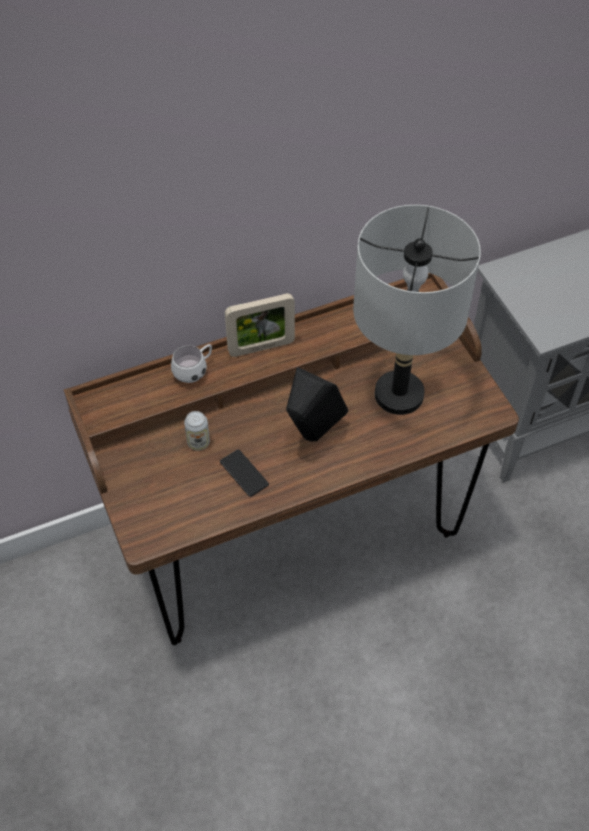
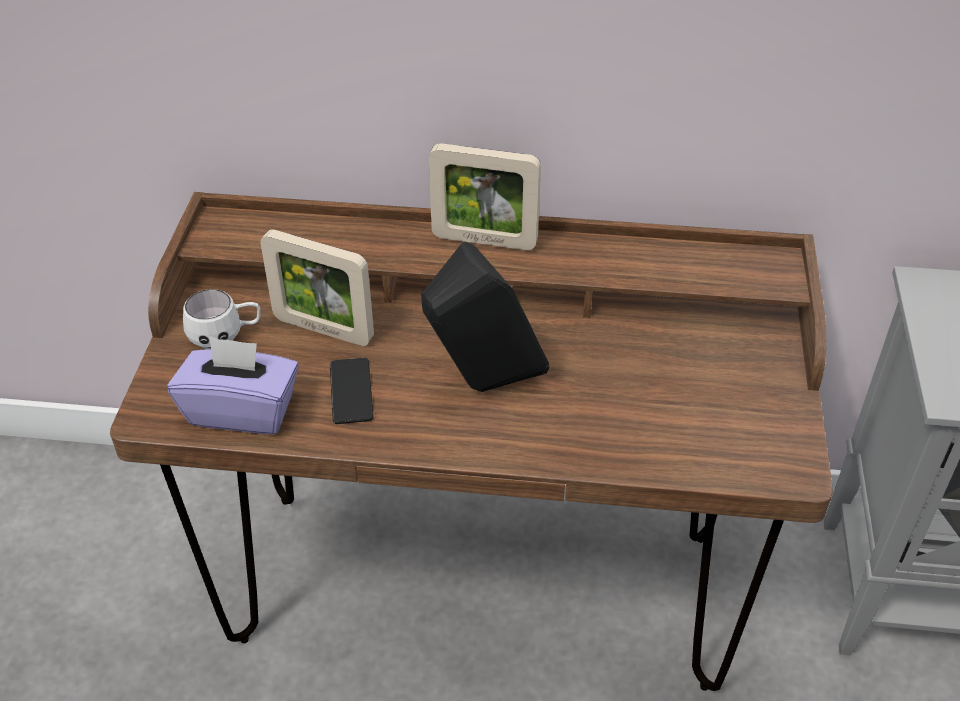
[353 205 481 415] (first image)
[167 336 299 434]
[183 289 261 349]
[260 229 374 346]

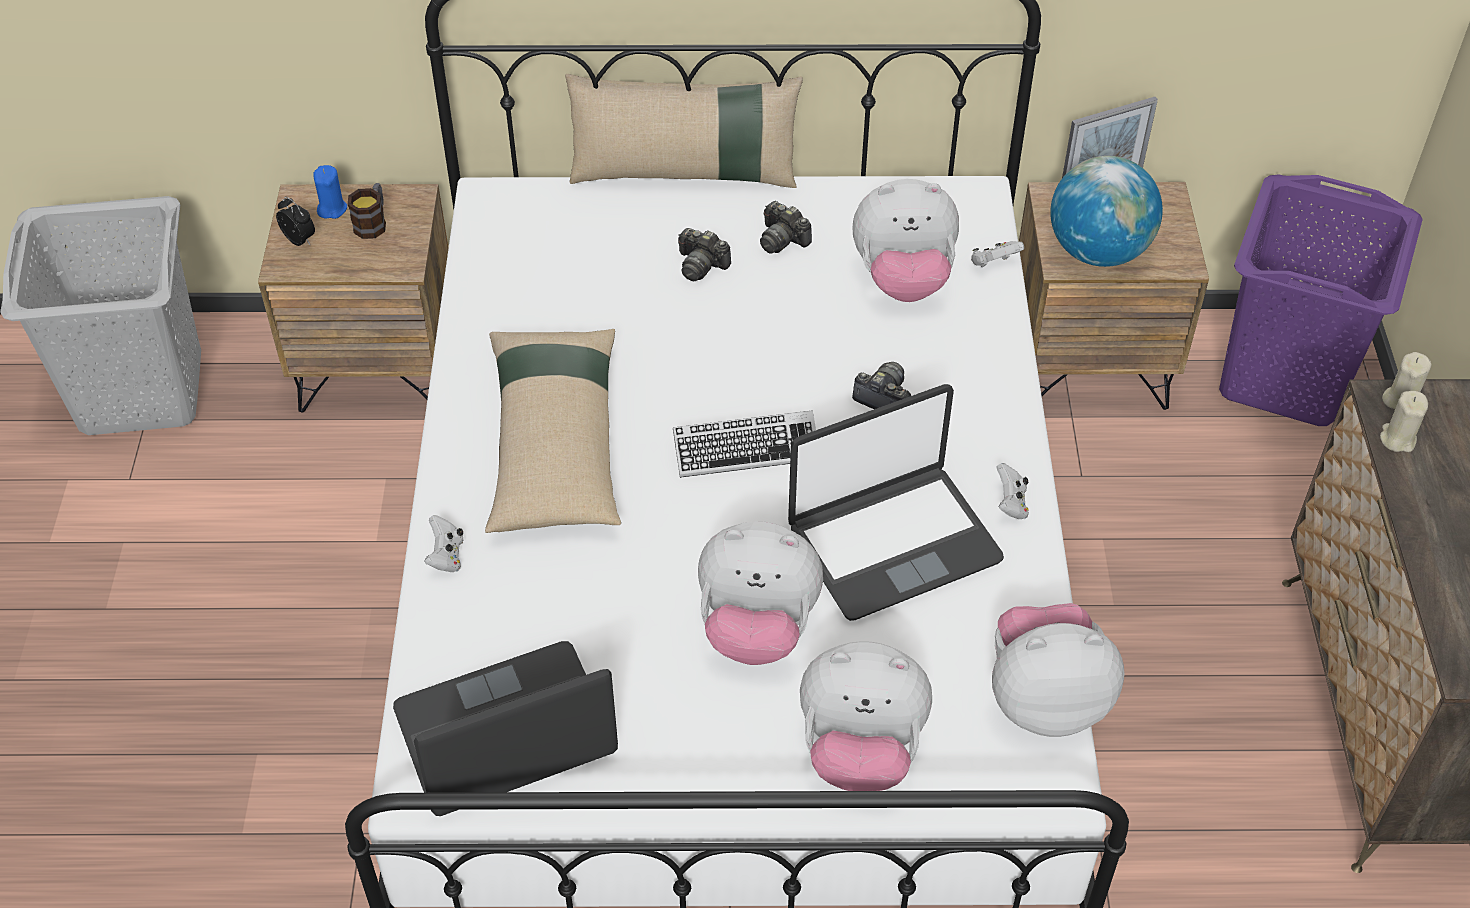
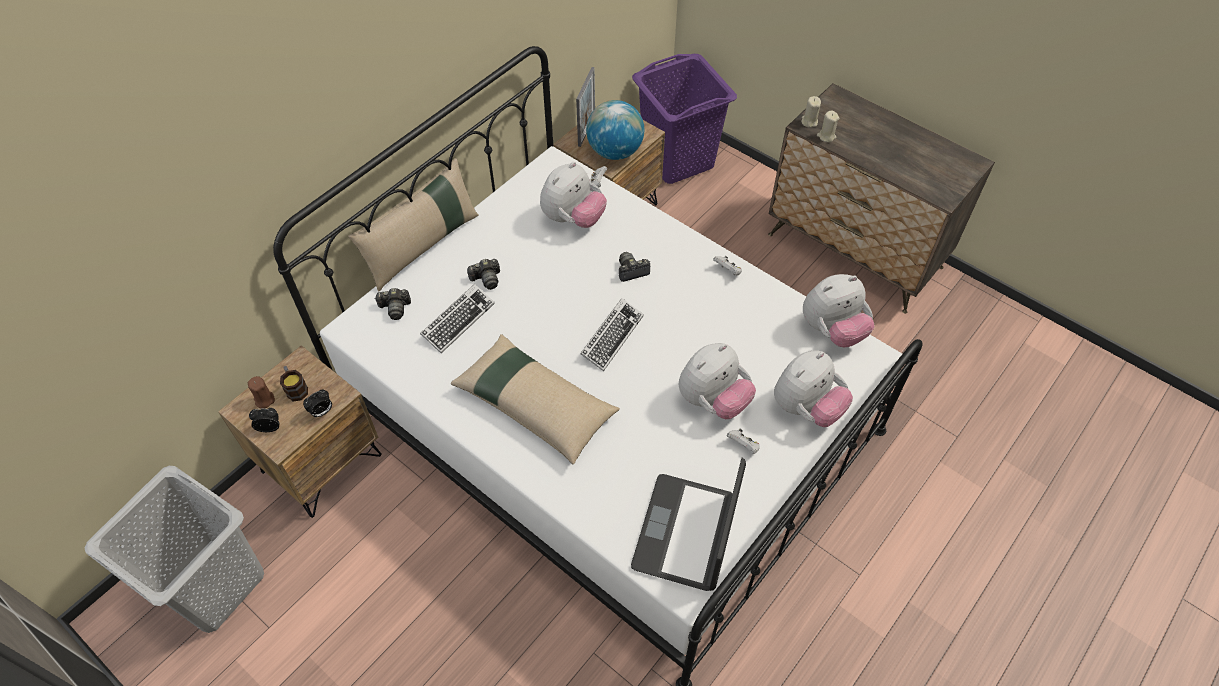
[788 384 1004 621] (first image)
[303 390 332 417]
[420 284 495 353]
[727 429 760 454]
[375 288 411 320]
[248 376 275 409]
[803 274 874 347]

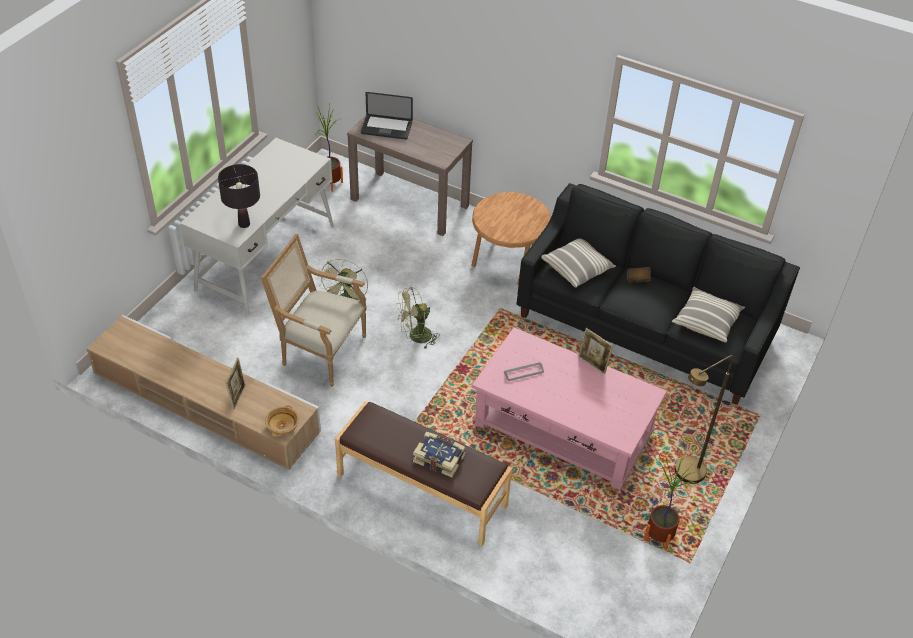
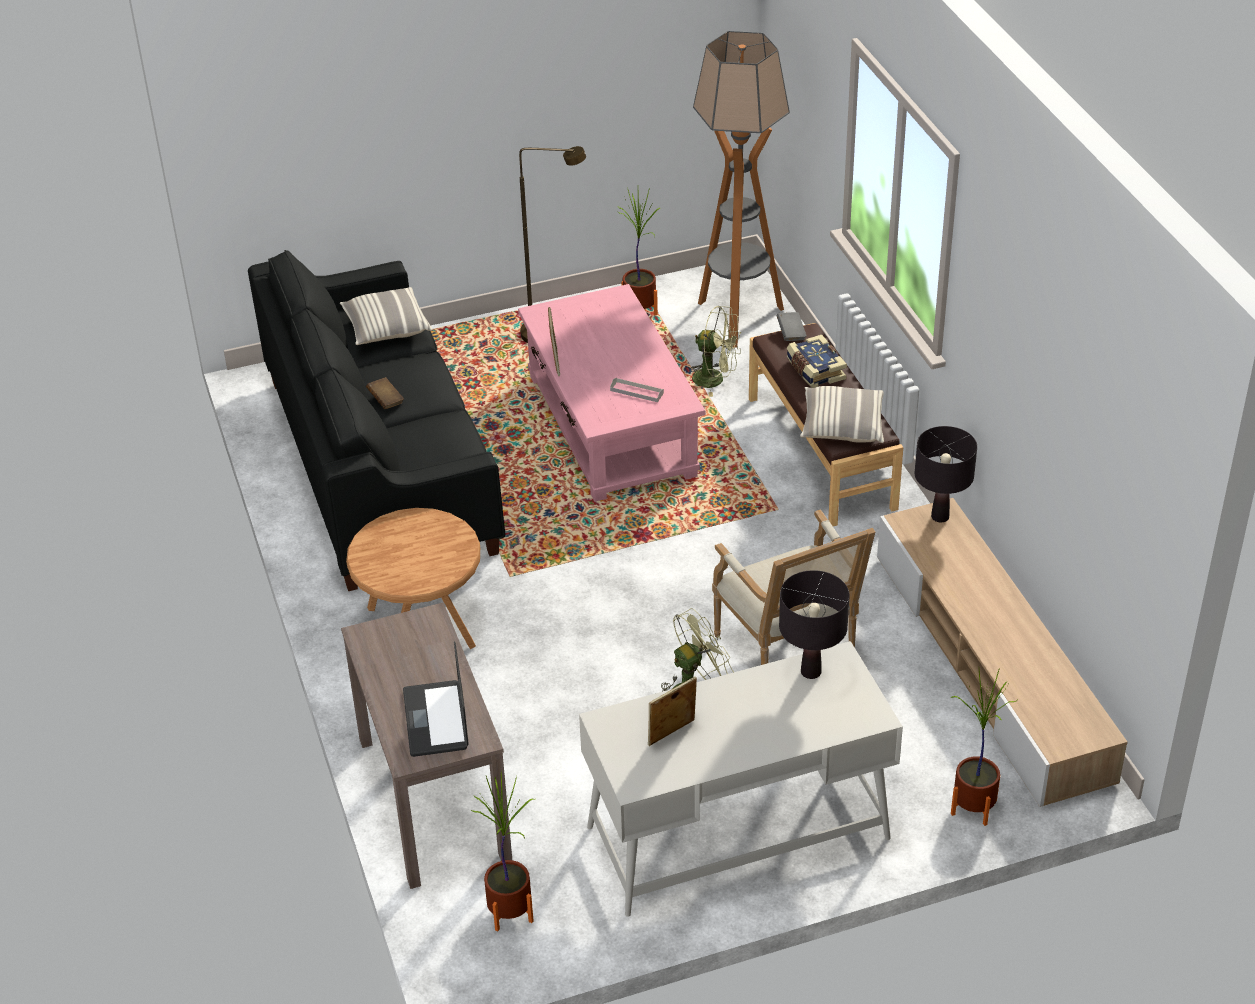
[693 31 790 348]
[776 312 807 341]
[950 670 1016 826]
[648 676 697 746]
[691 306 741 397]
[800 386 884 443]
[915 426 977 523]
[403 641 468 757]

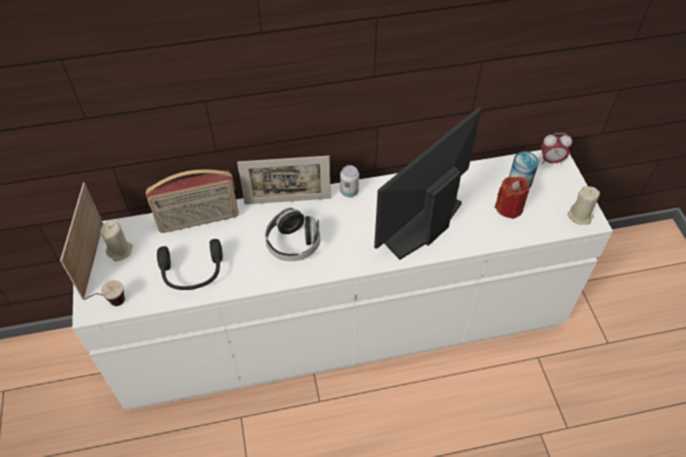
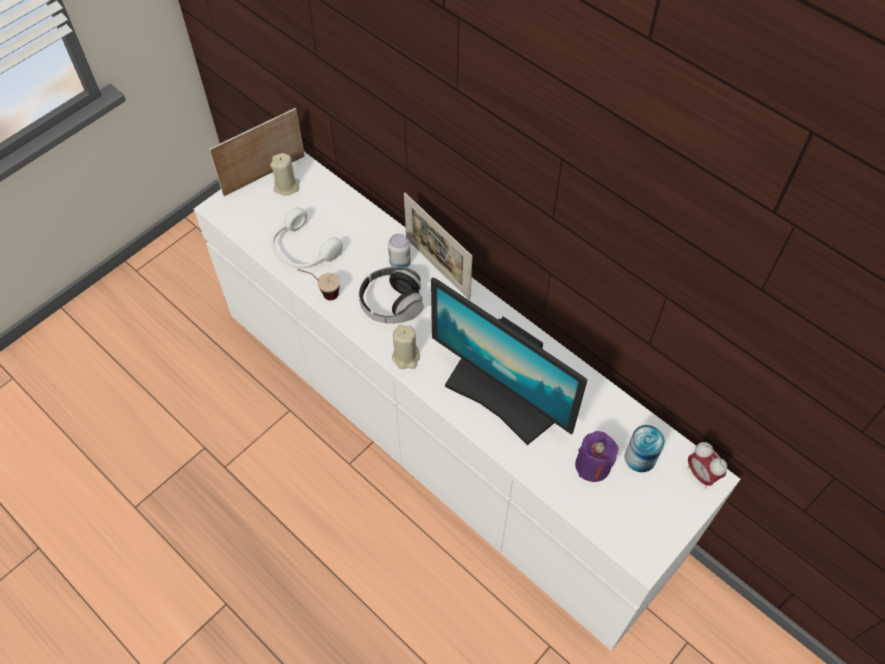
[146 169 239 233] (first image)
[297 269 340 300]
[388 234 411 267]
[392 325 420 369]
[271 208 343 268]
[575 431 618 482]
[431 278 587 445]

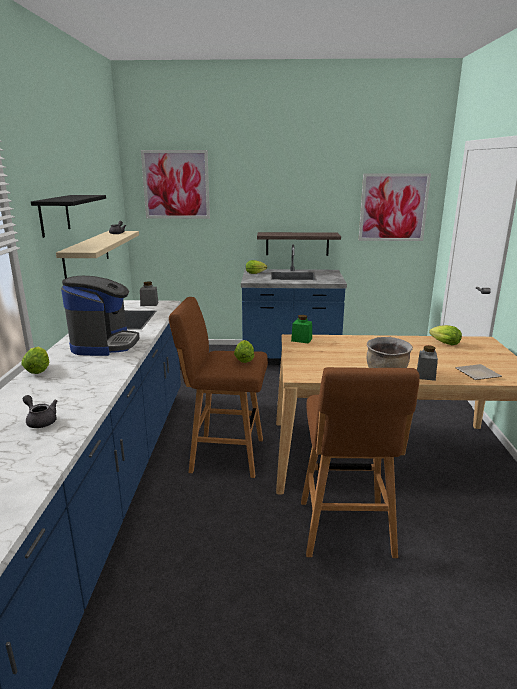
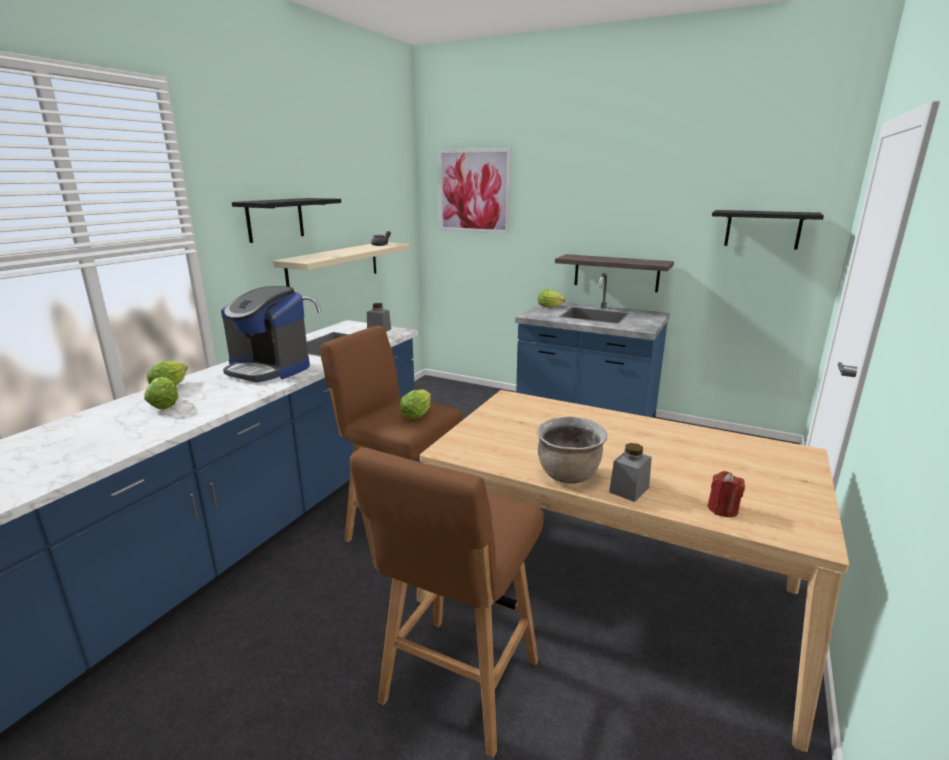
[23 395 57 428] (first image)
[291 315 312 344] (first image)
[144 377 178 409]
[712 210 824 249]
[708 471 745 517]
[221 286 310 382]

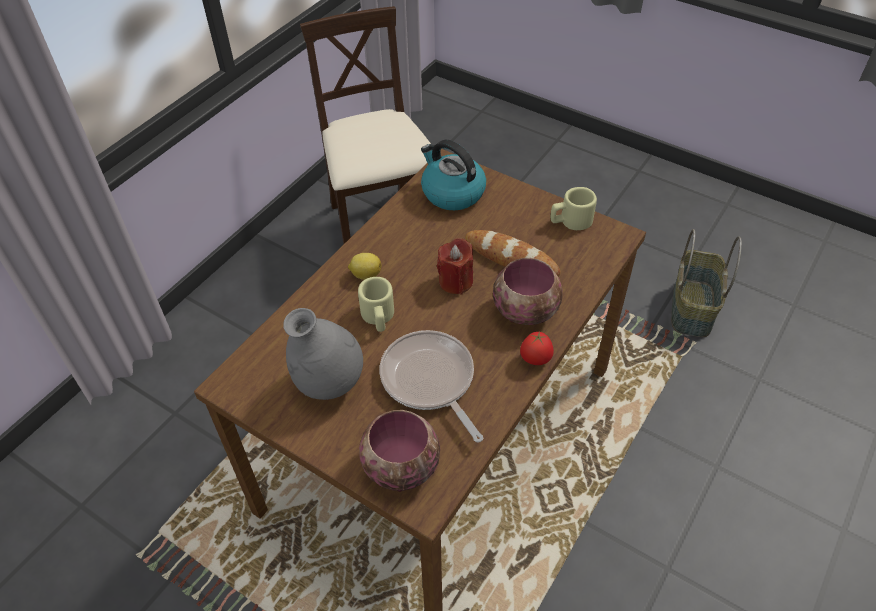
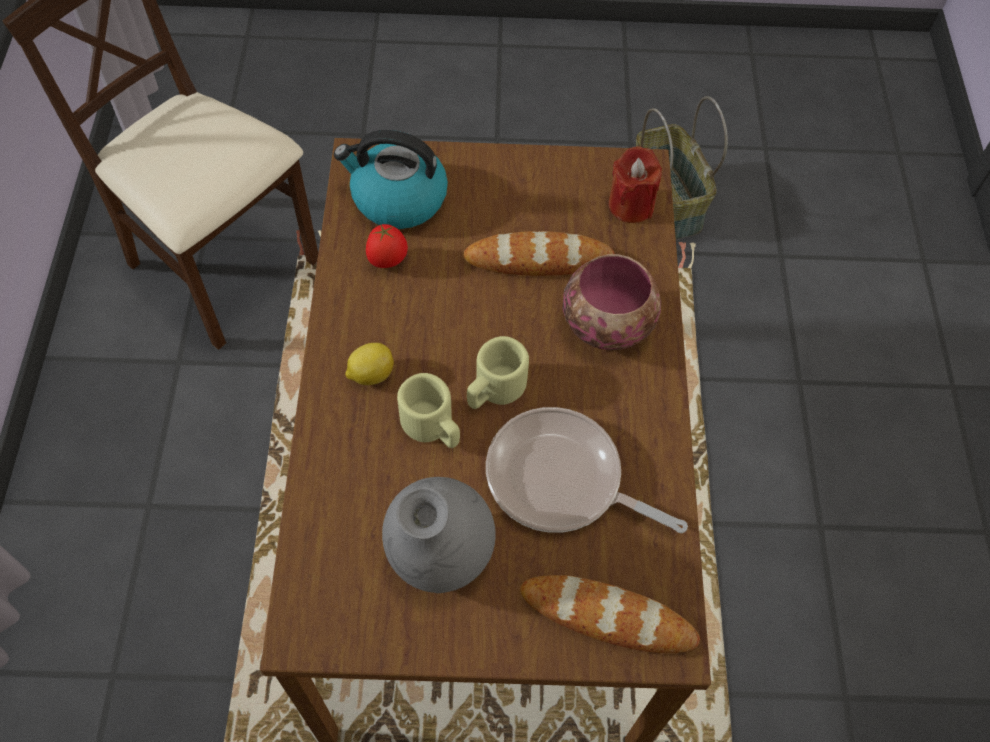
[609 146 662 223]
[366 224 408 268]
[467 336 529 409]
[520 575 700 653]

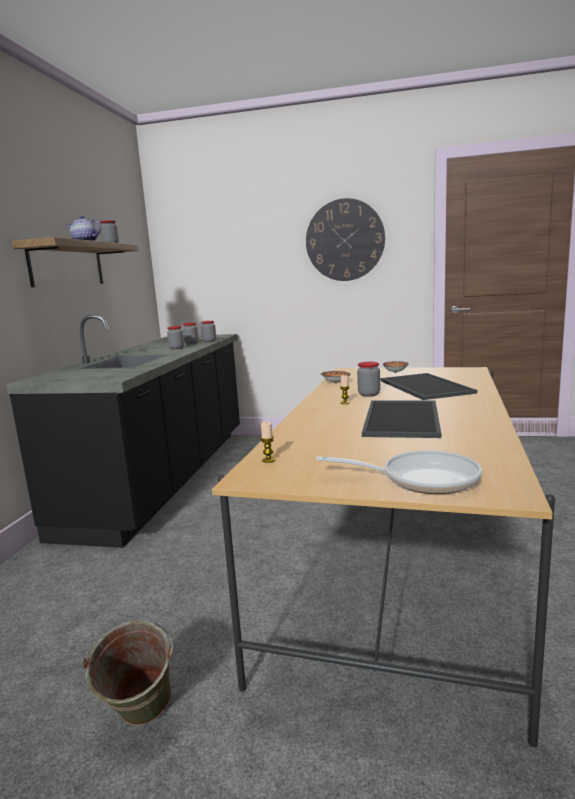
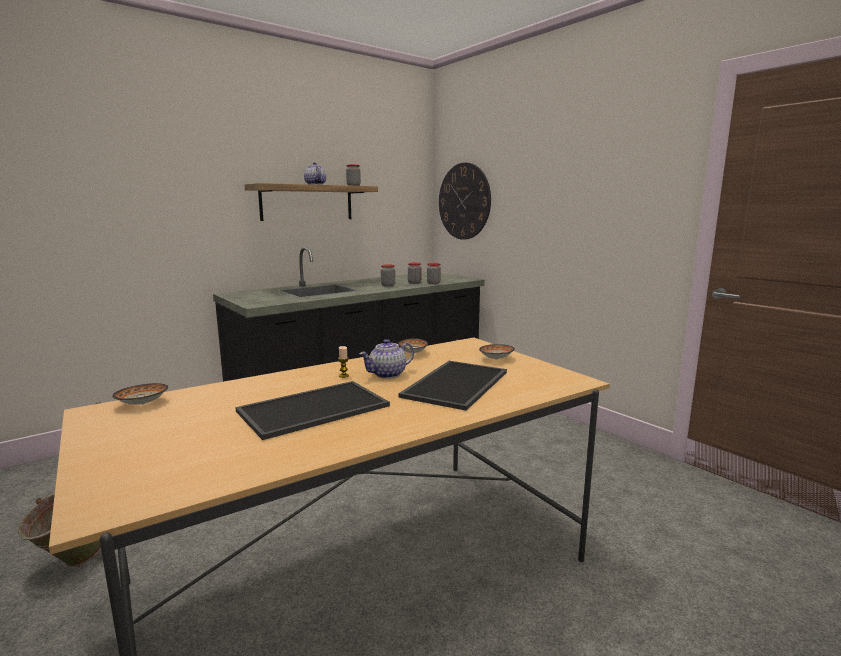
[316 450 482 494] (first image)
[439 162 491 240]
[112 383 168 405]
[359 339 414 379]

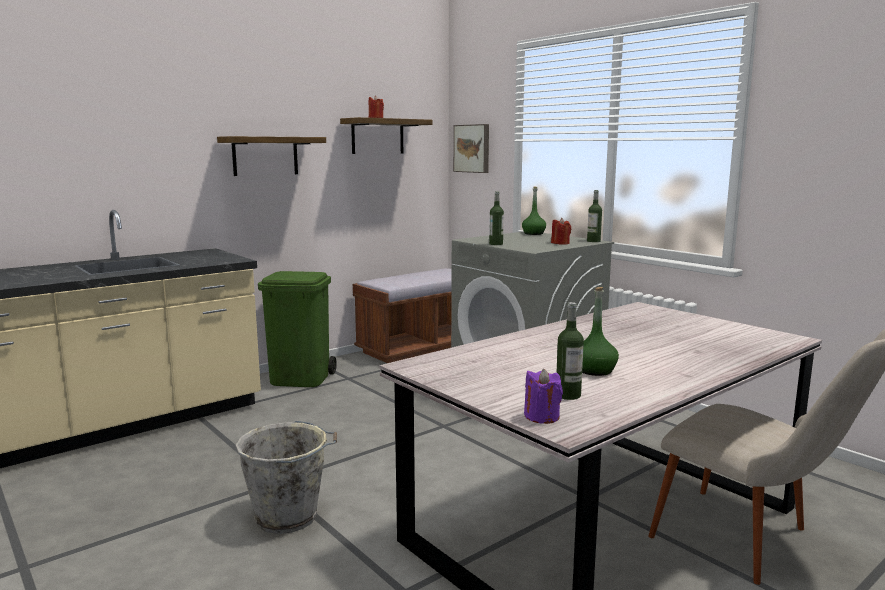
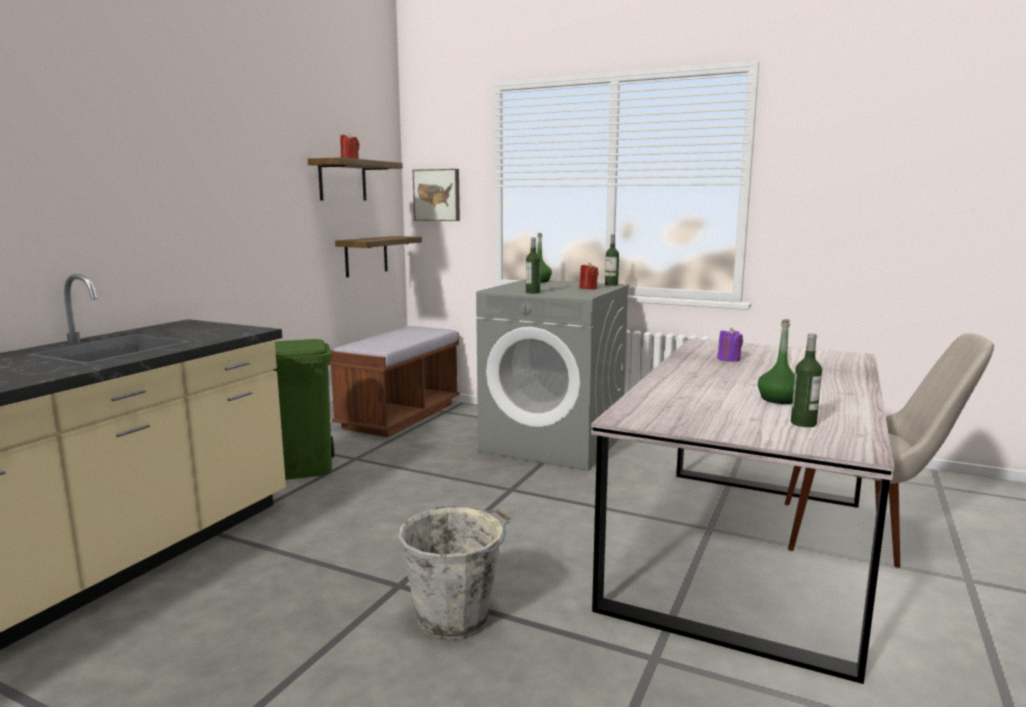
[335 236 422 277]
[717 328 743 362]

